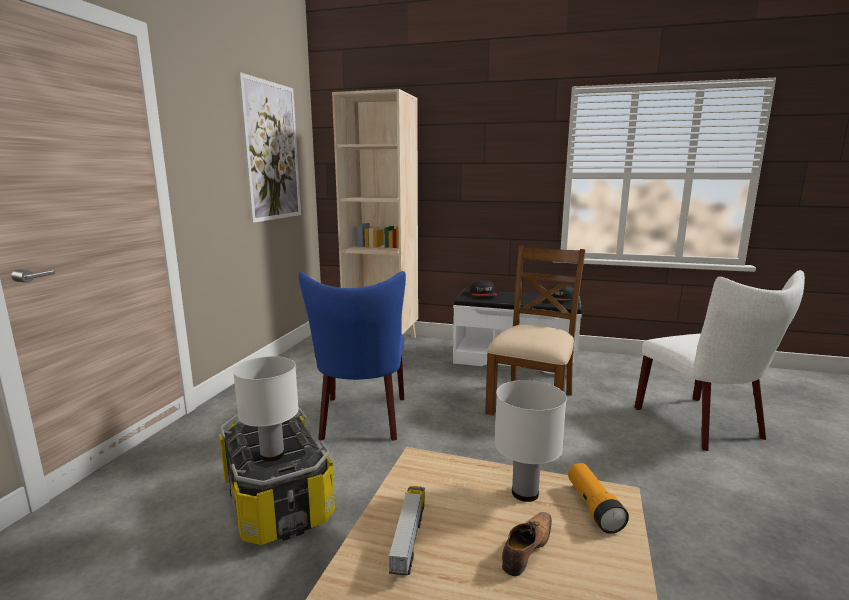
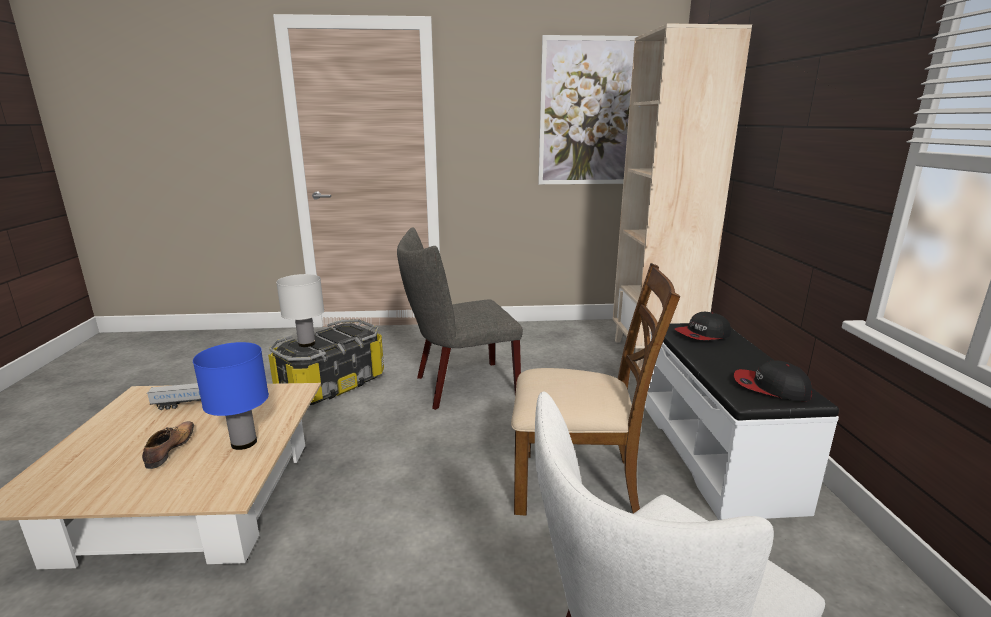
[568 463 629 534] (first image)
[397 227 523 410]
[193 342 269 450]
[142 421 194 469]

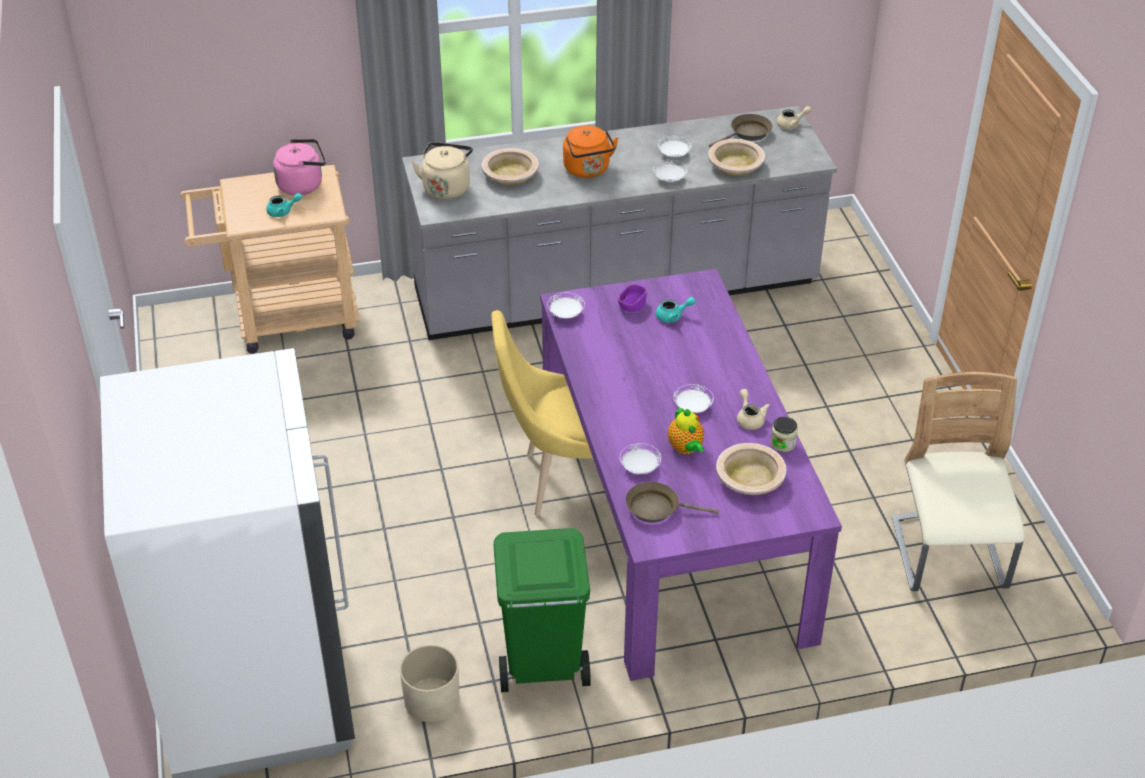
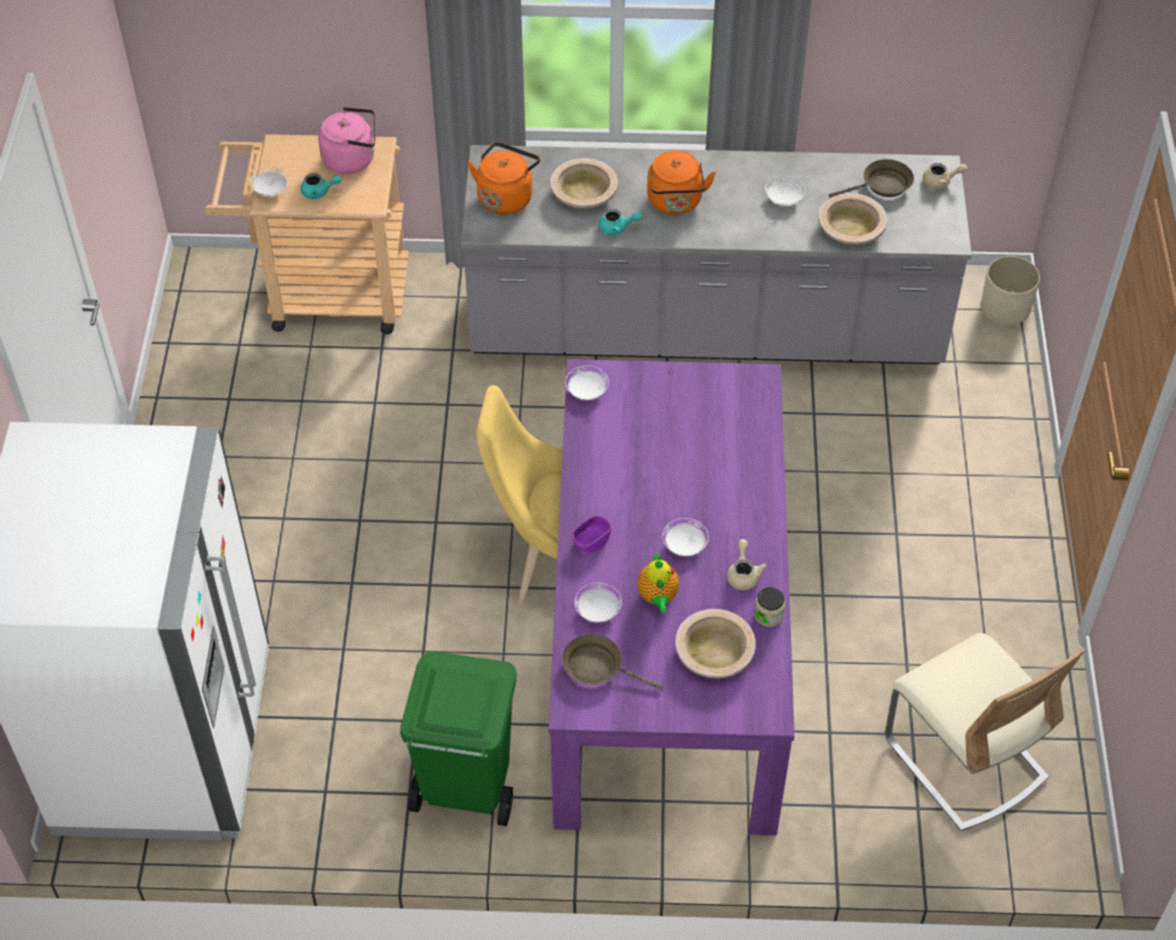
[981 256 1040 325]
[572 515 612 552]
[249 166 290 196]
[598 209 642 236]
[468 142 540 215]
[885 633 1085 831]

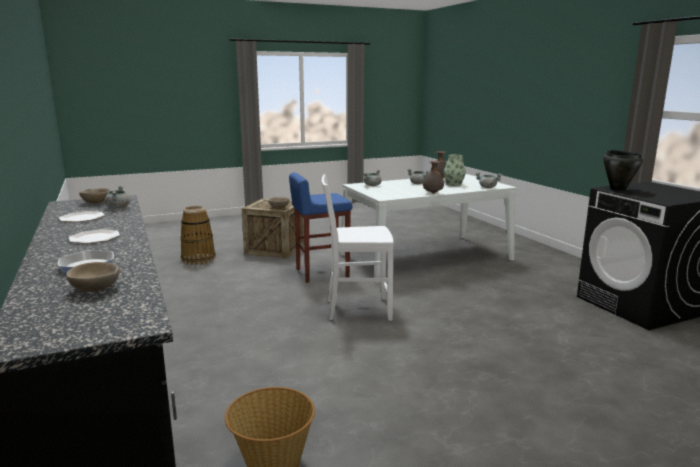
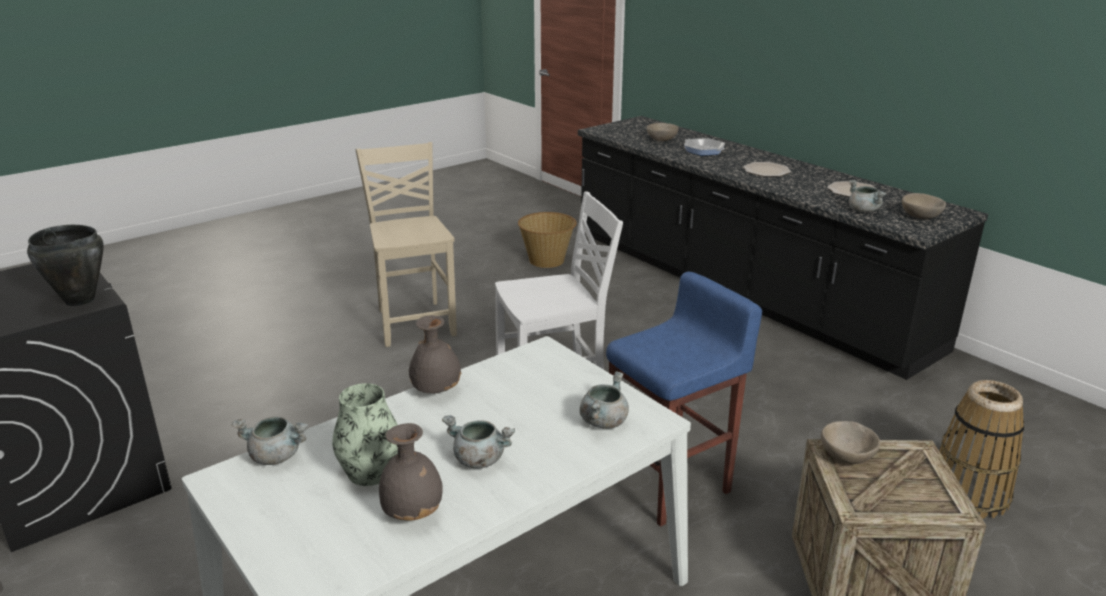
[355 142 457 347]

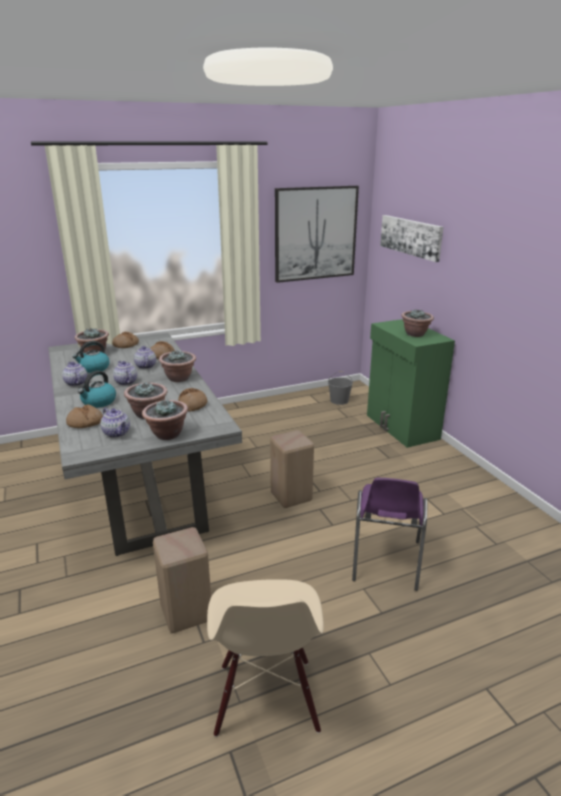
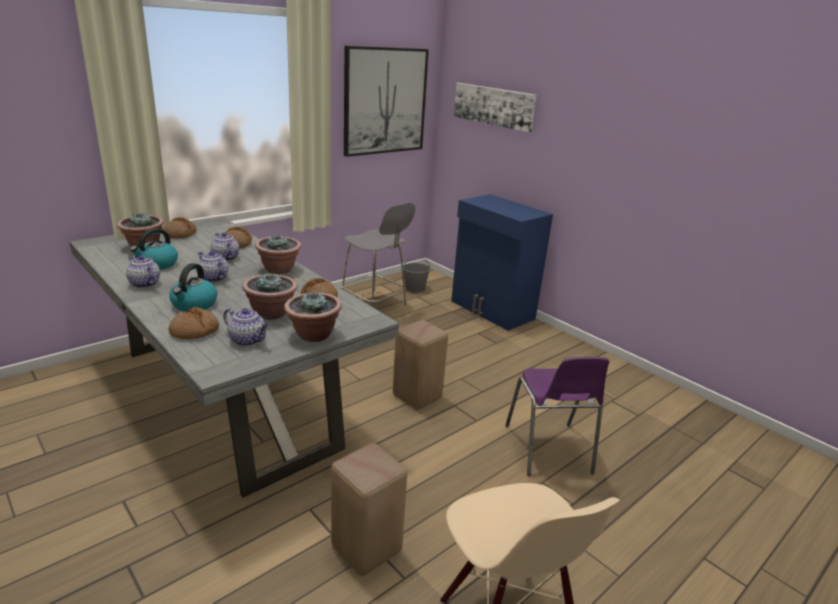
[401 310 434 337] (first image)
[341 203 416 307]
[451 194 553 331]

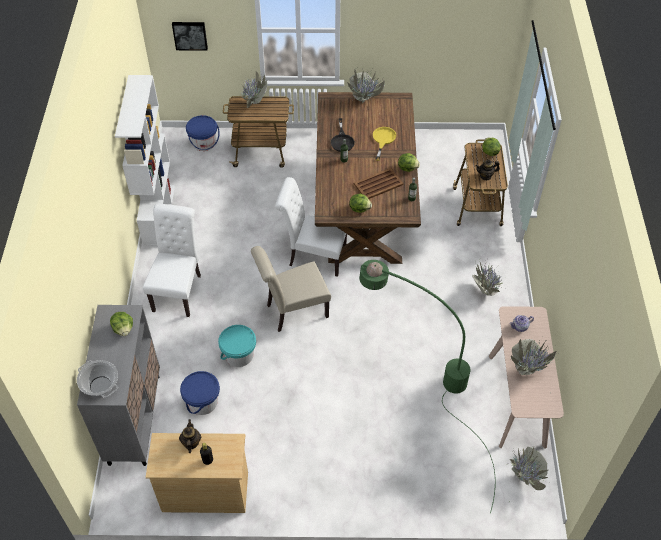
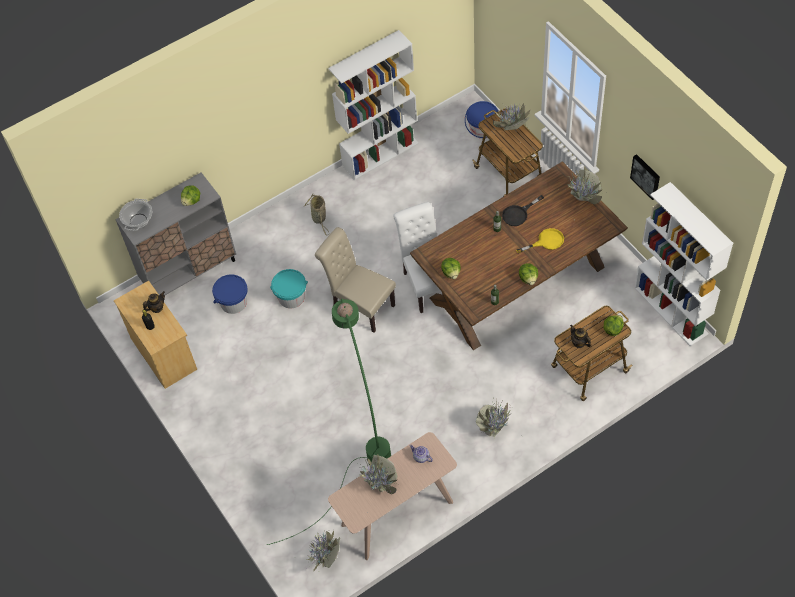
[354 168 403 199] (first image)
[634 182 733 346]
[630 154 660 200]
[305 194 329 236]

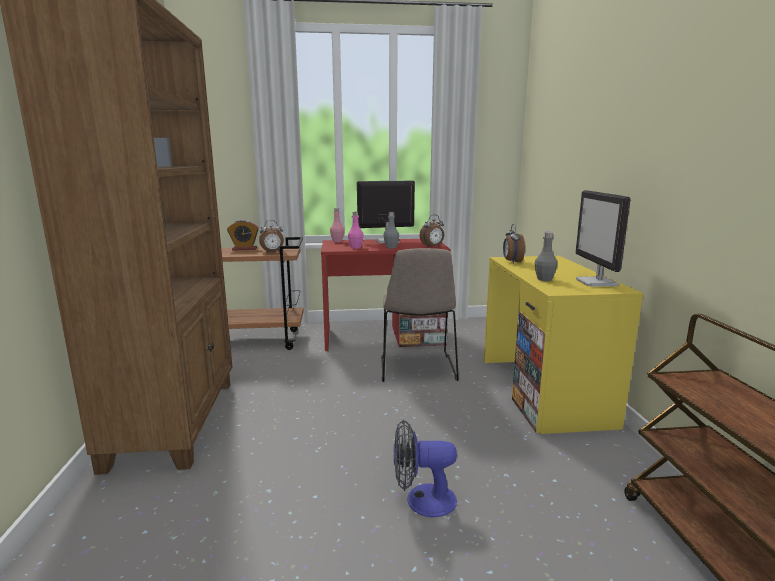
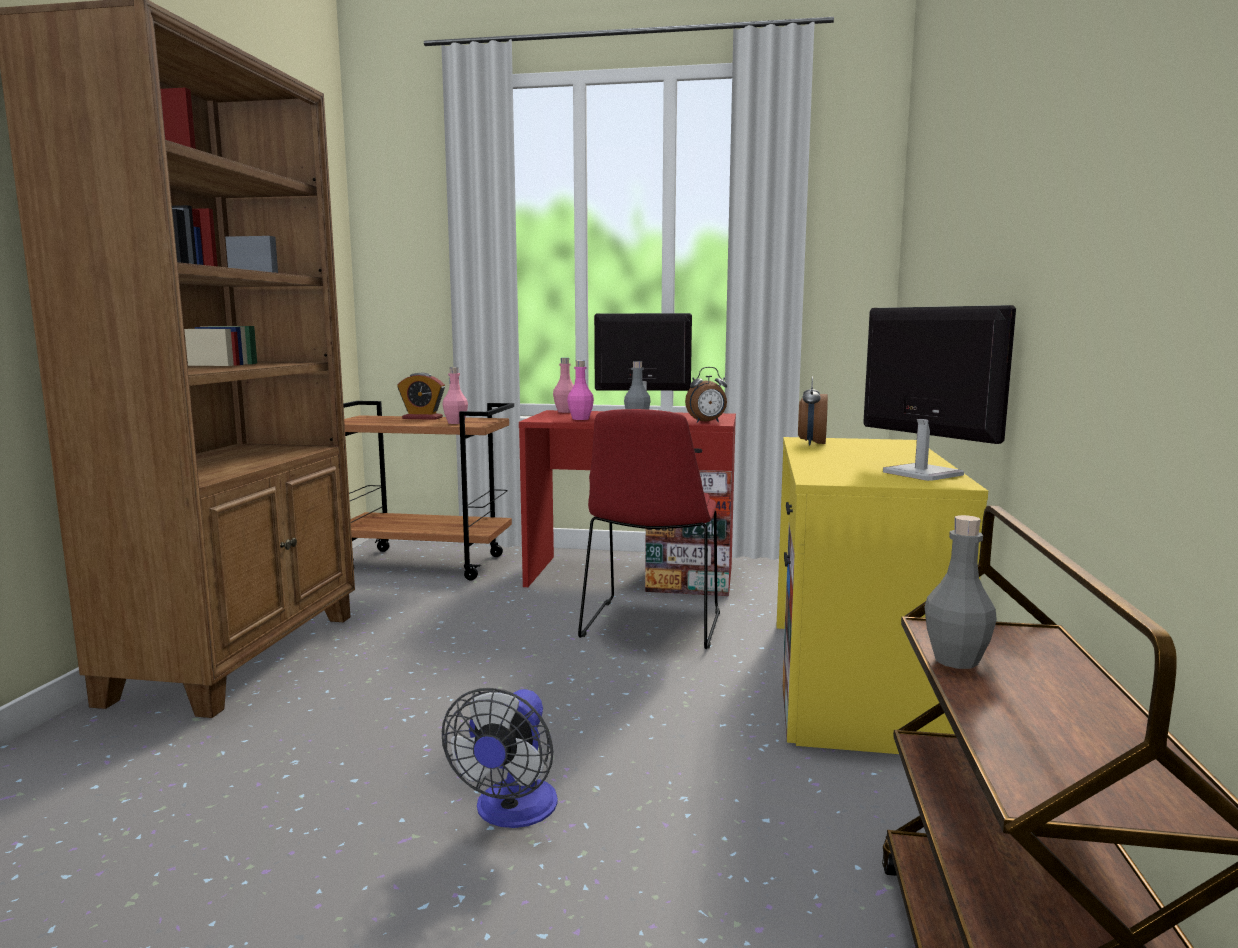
[924 515 997 669]
[442 367 468 424]
[578 409 720 649]
[442 688 558 828]
[863 305 1016 481]

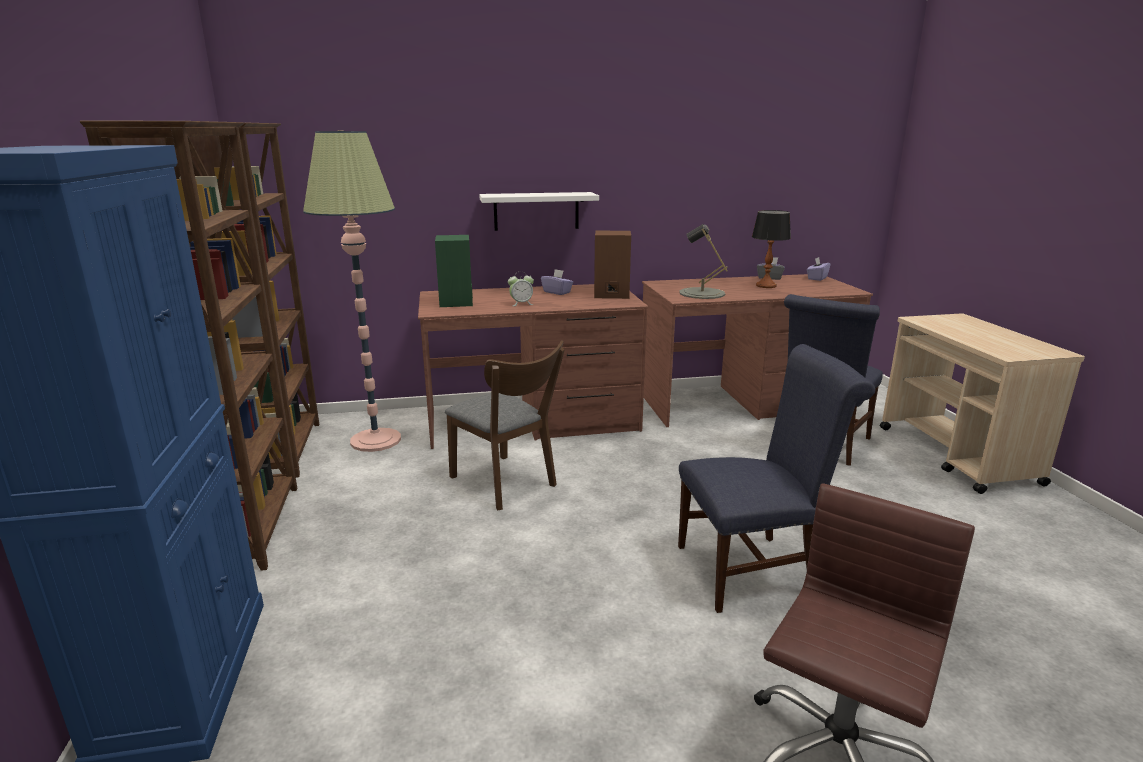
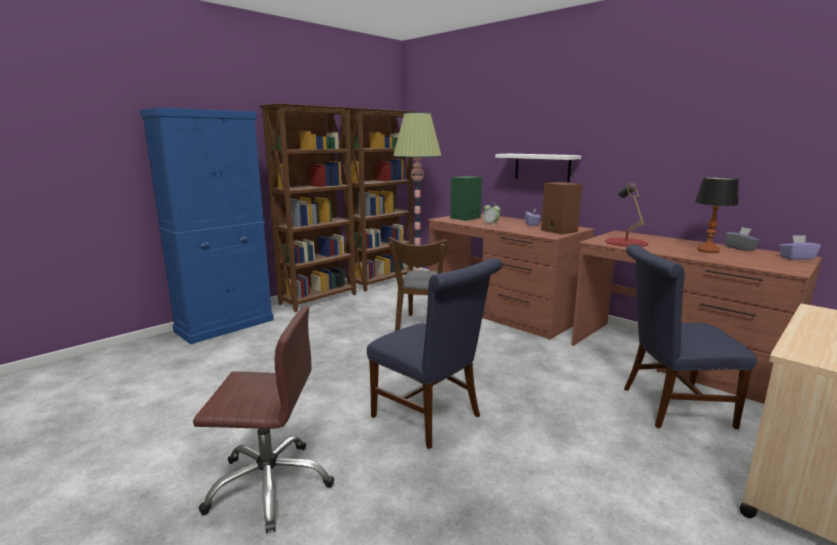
[605 182 648 247]

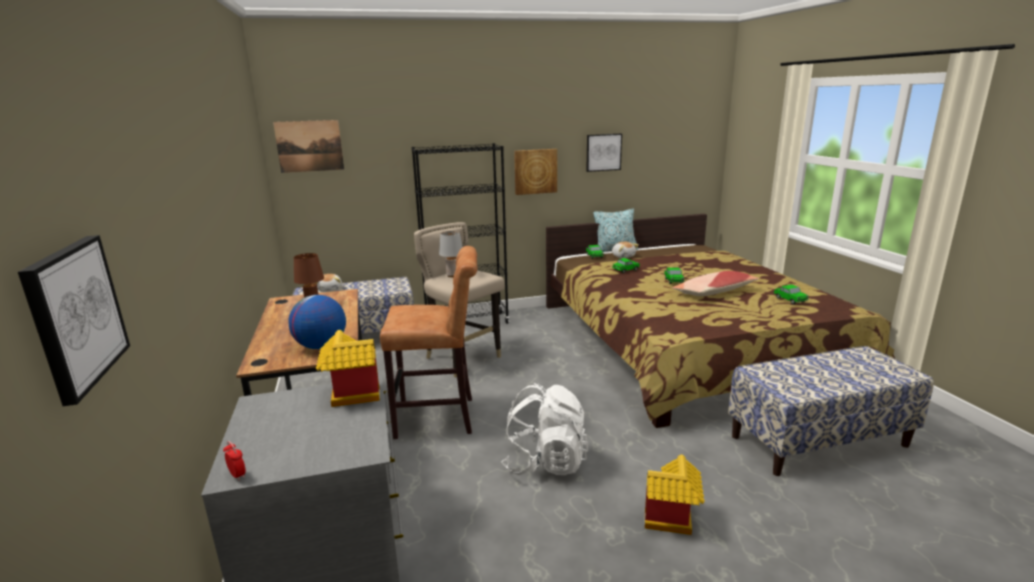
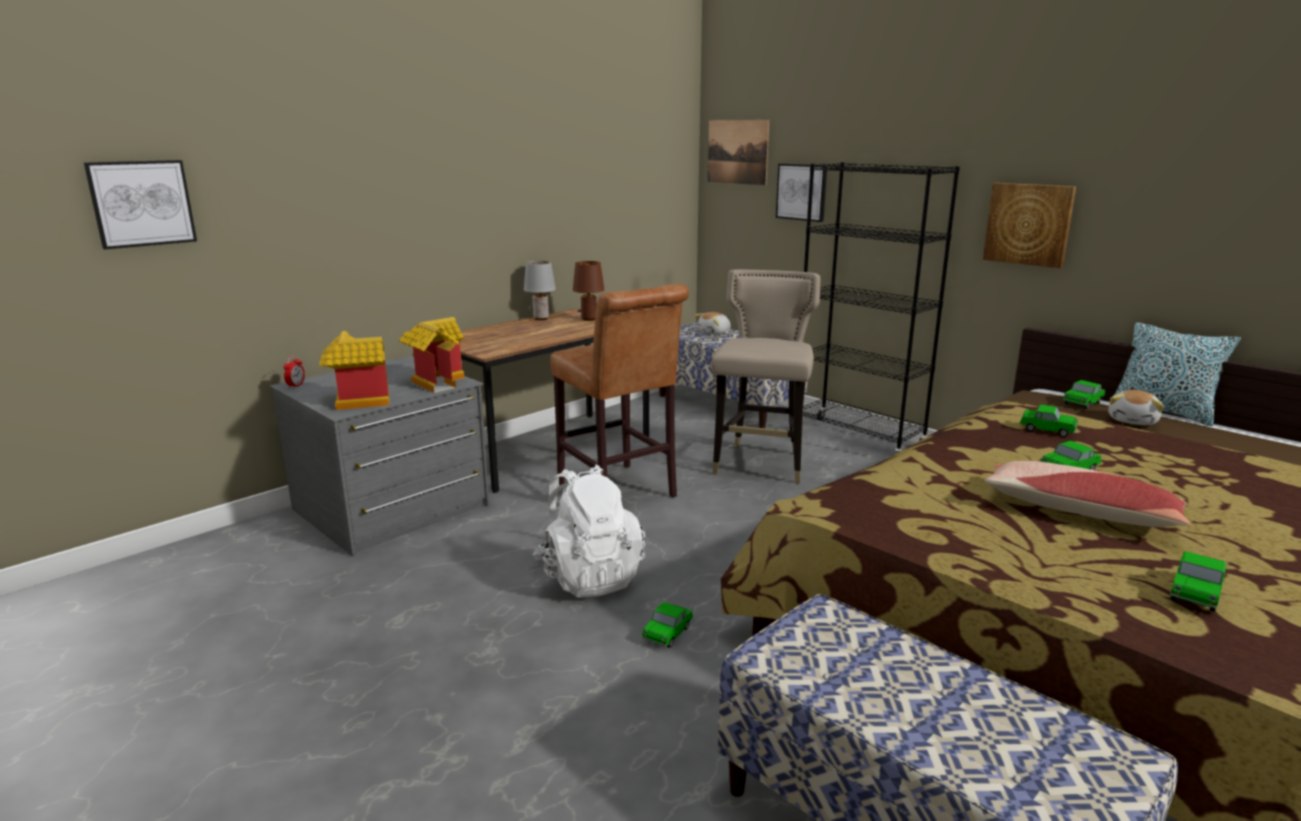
[288 295 346 349] (first image)
[642 602 693 648]
[524 261 556 320]
[776 164 827 222]
[319 331 389 410]

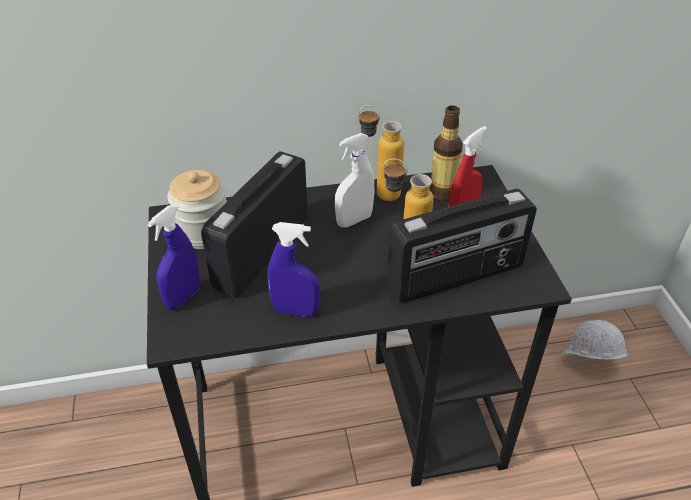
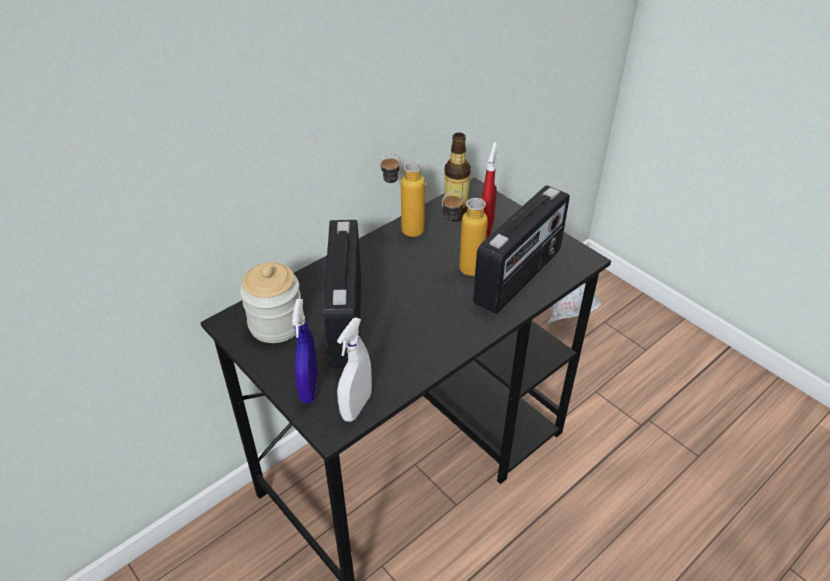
[267 222 320 317] (first image)
[337 317 372 422]

